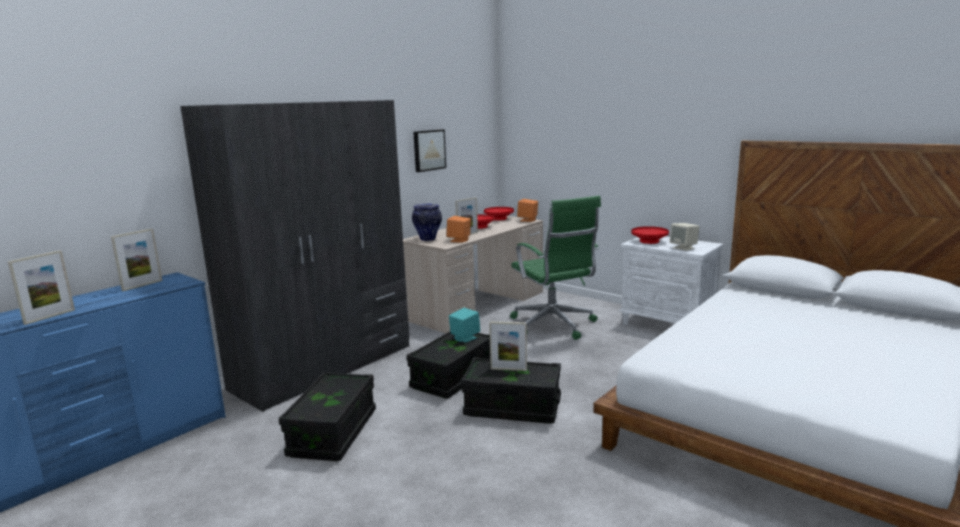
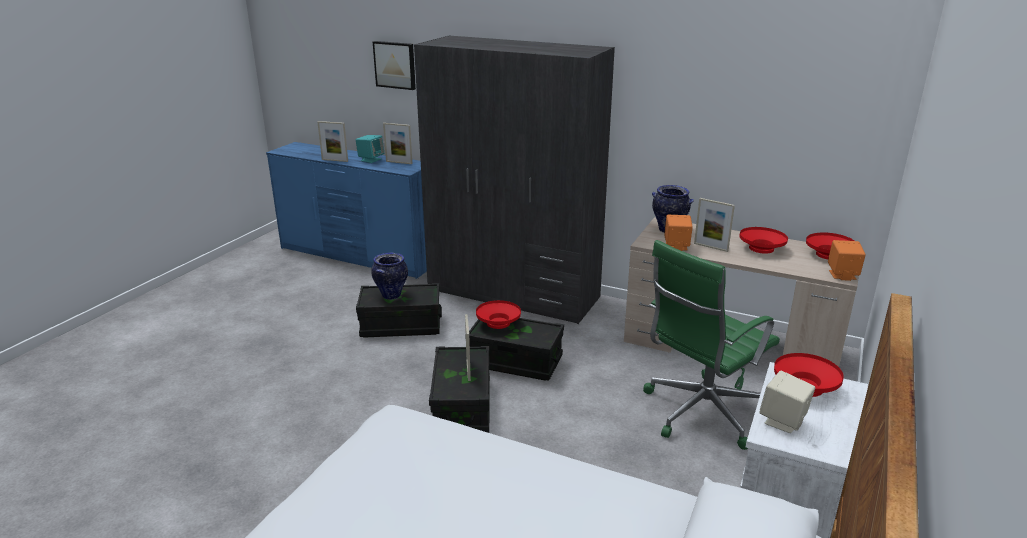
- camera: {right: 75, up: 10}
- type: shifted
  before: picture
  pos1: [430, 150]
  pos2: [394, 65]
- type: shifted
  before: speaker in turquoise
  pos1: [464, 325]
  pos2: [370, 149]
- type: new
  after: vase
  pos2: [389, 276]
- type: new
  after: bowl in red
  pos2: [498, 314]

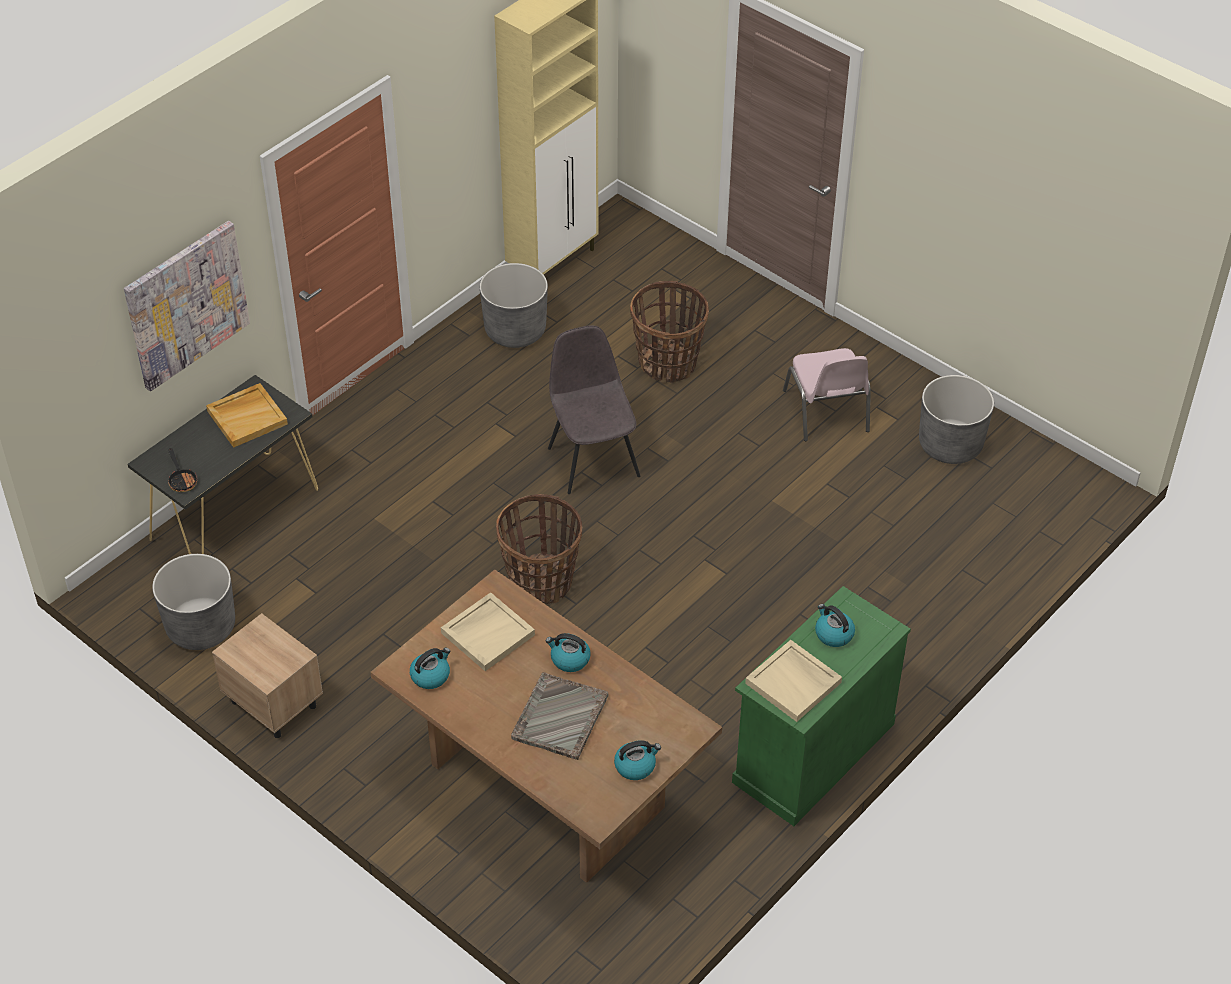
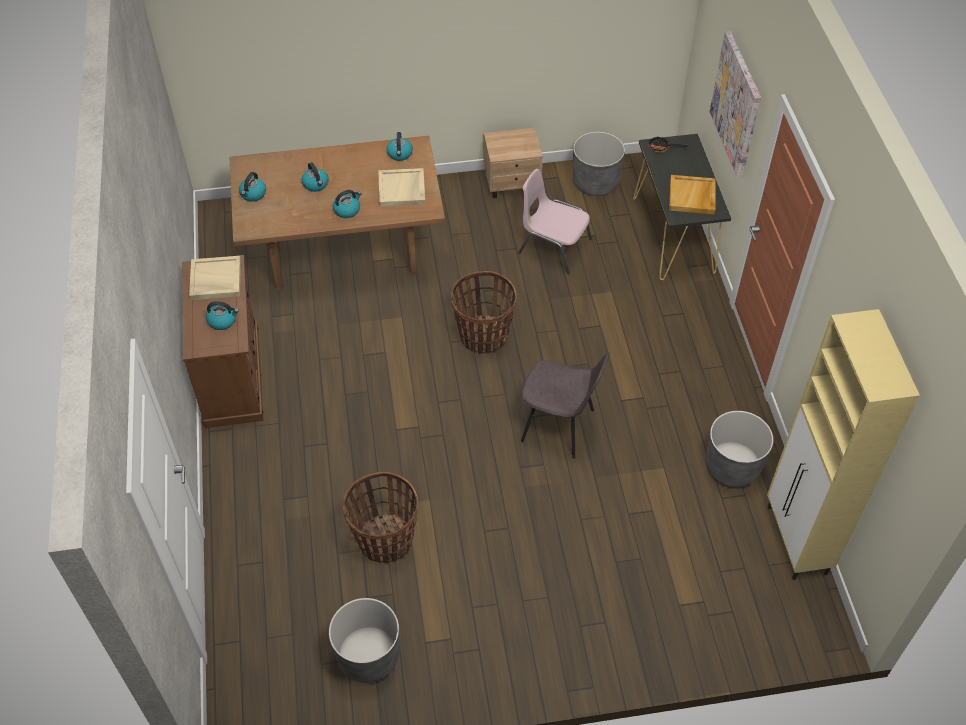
- camera: {right: 130, up: 5}
- type: swapped
  before: tray in grey
  after: kettle
  pos1: [559, 716]
  pos2: [315, 177]
- type: shifted
  before: basket
  pos1: [669, 332]
  pos2: [380, 517]
- type: repainted
  before: cabinet in green
  after: cabinet in brown
  pos1: [821, 706]
  pos2: [222, 341]
- type: shifted
  before: chair in pink
  pos1: [827, 394]
  pos2: [555, 221]

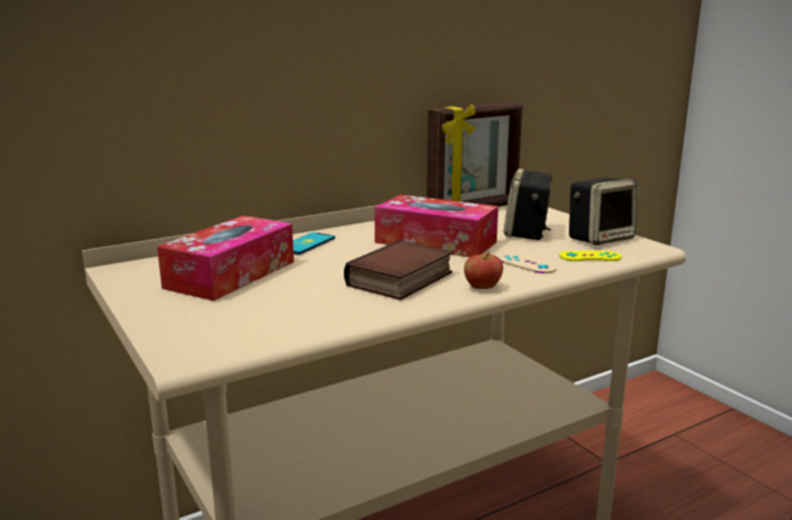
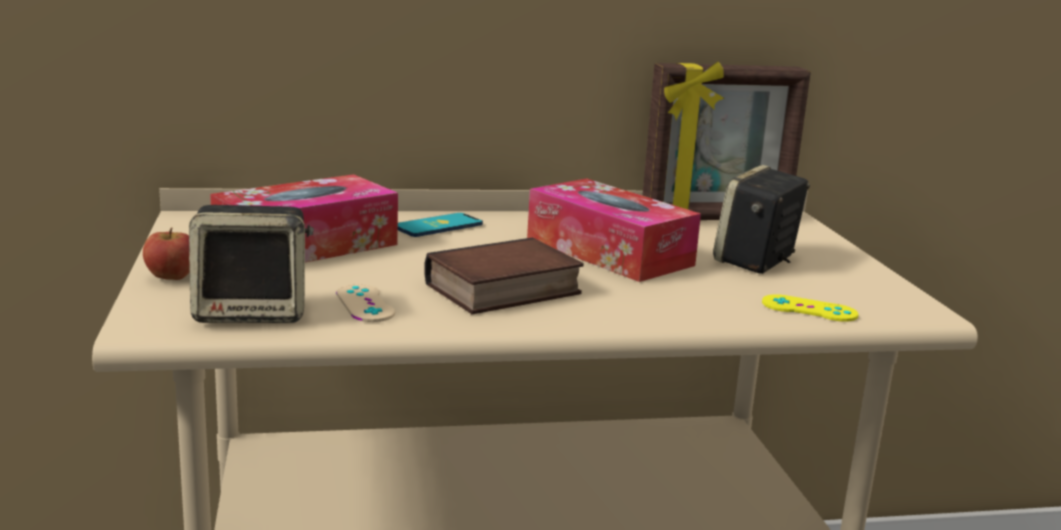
- camera: {right: 20, up: 0}
- type: shifted
  before: apple
  pos1: [483, 270]
  pos2: [166, 253]
- type: shifted
  before: game controller in beige
  pos1: [528, 264]
  pos2: [365, 303]
- type: shifted
  before: speaker
  pos1: [603, 211]
  pos2: [251, 264]

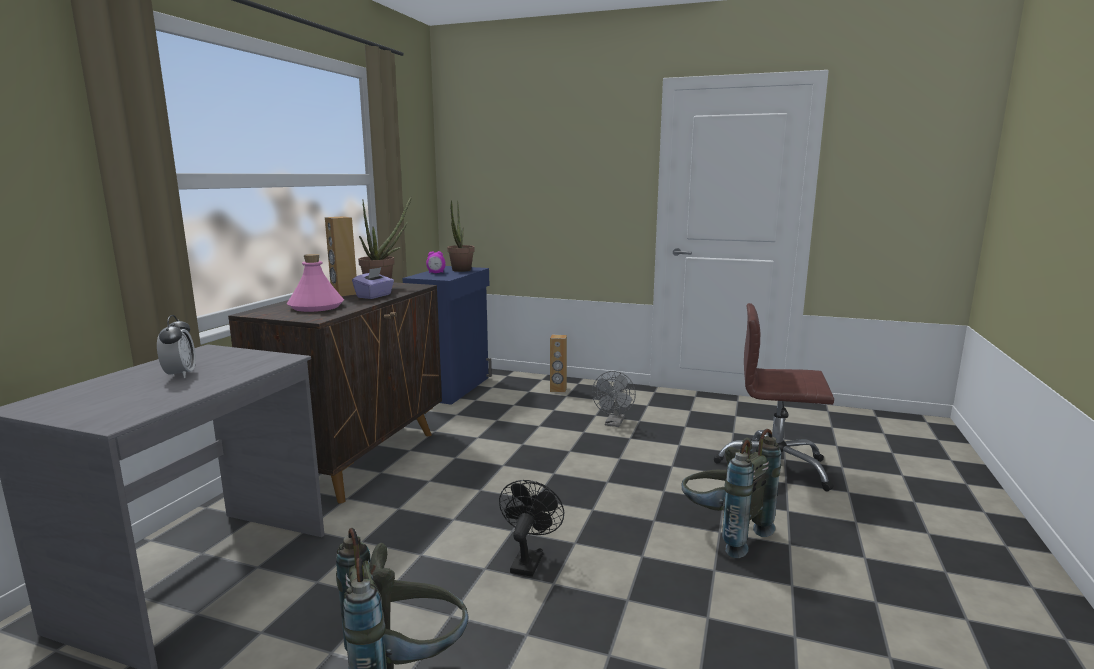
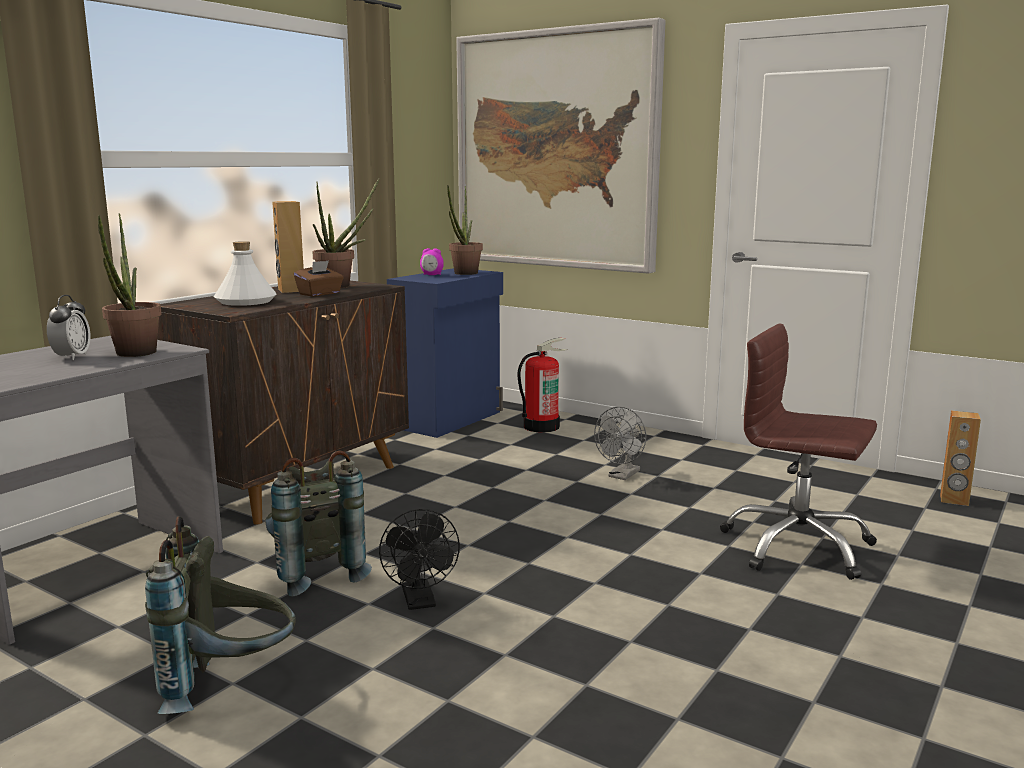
- camera: {right: 15, up: 0}
- type: repainted
  before: bottle in pink
  after: bottle in white
  pos1: [315, 283]
  pos2: [245, 273]
- type: repainted
  before: tissue box in purple
  after: tissue box in brown
  pos1: [373, 283]
  pos2: [319, 278]
- type: rotated
  before: fan in black
  pos1: [531, 528]
  pos2: [419, 559]
  turn: 135
- type: shifted
  before: speaker in brown
  pos1: [558, 364]
  pos2: [960, 458]
- type: shifted
  before: backpack in grey
  pos1: [731, 493]
  pos2: [318, 524]
- type: new
  after: potted plant
  pos2: [130, 285]
- type: new
  after: picture
  pos2: [561, 146]
- type: new
  after: fire extinguisher
  pos2: [542, 385]

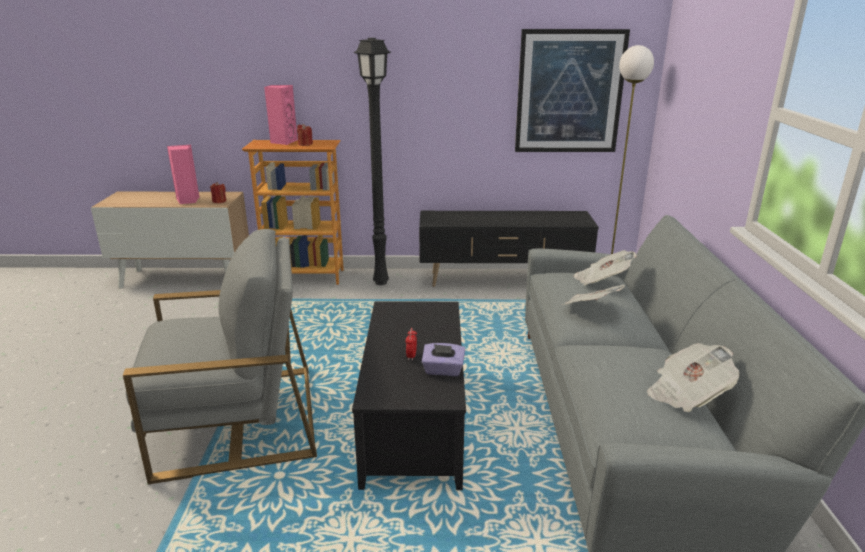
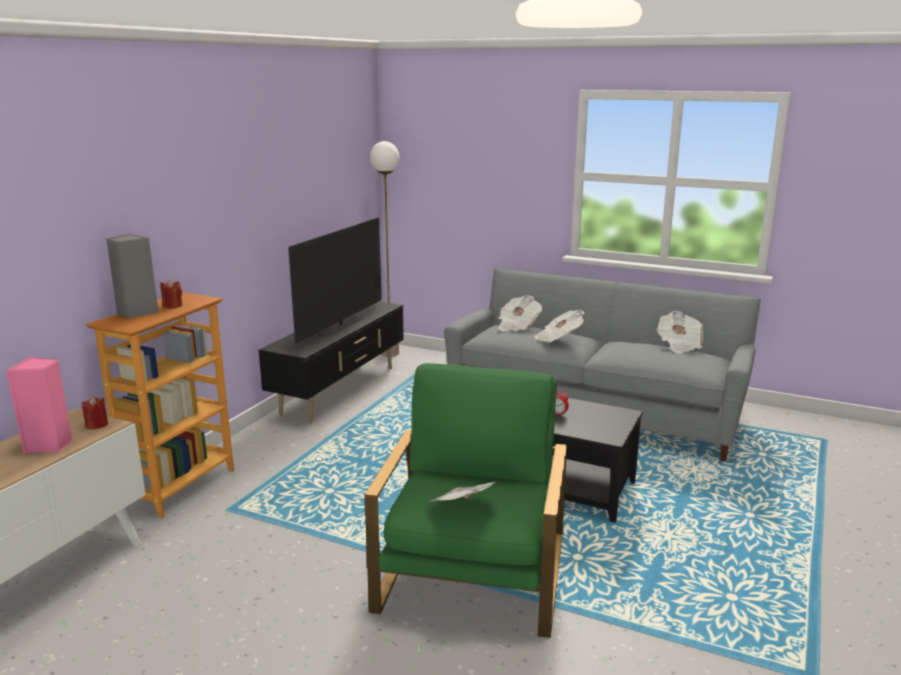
- camera: {right: -65, up: -5}
- type: repainted
  before: armchair in grey
  after: armchair in green
  pos1: [220, 356]
  pos2: [466, 500]
- type: repainted
  before: speaker in pink
  after: speaker in grey
  pos1: [281, 115]
  pos2: [132, 275]
- type: gone
  before: floor lamp in black
  pos1: [372, 161]
- type: gone
  before: tissue box in purple
  pos1: [443, 359]
- type: gone
  before: picture
  pos1: [572, 90]
- type: new
  after: television
  pos2: [335, 280]
- type: new
  after: newspaper
  pos2: [464, 491]

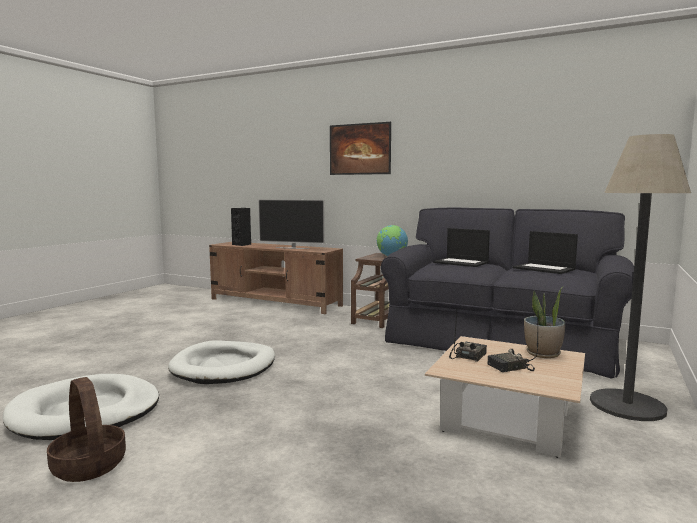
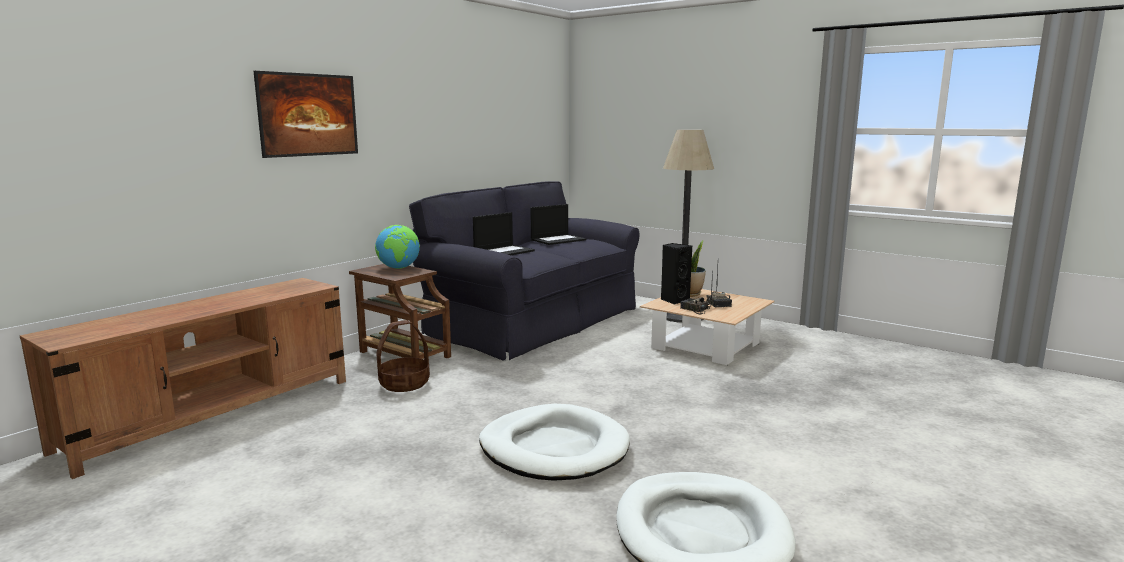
- camera: {right: -80, up: 5}
- type: shifted
  before: basket
  pos1: [86, 429]
  pos2: [403, 356]
- type: shifted
  before: speaker in black
  pos1: [241, 227]
  pos2: [676, 274]
- type: gone
  before: television
  pos1: [291, 224]

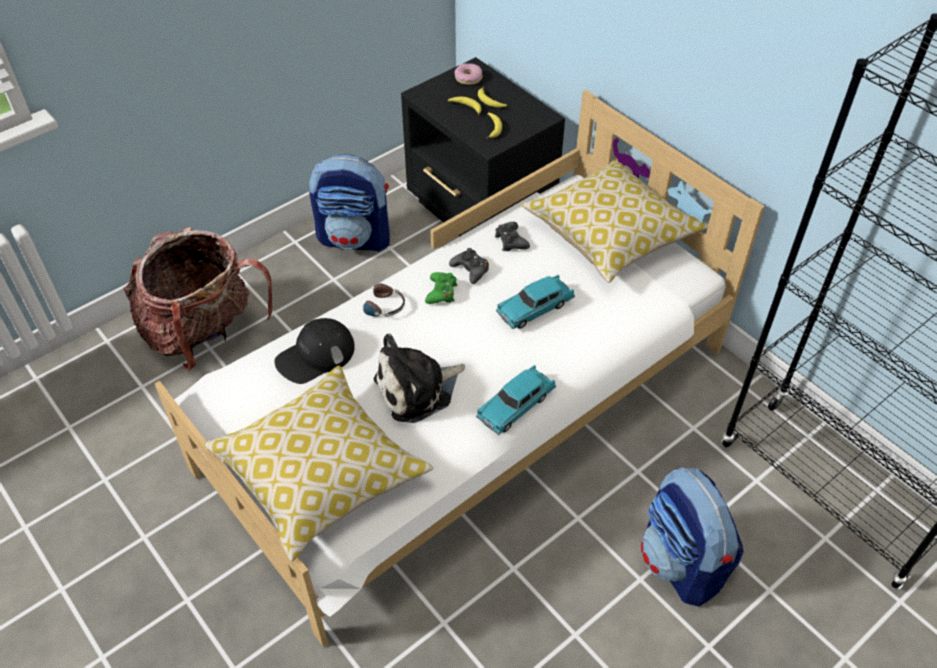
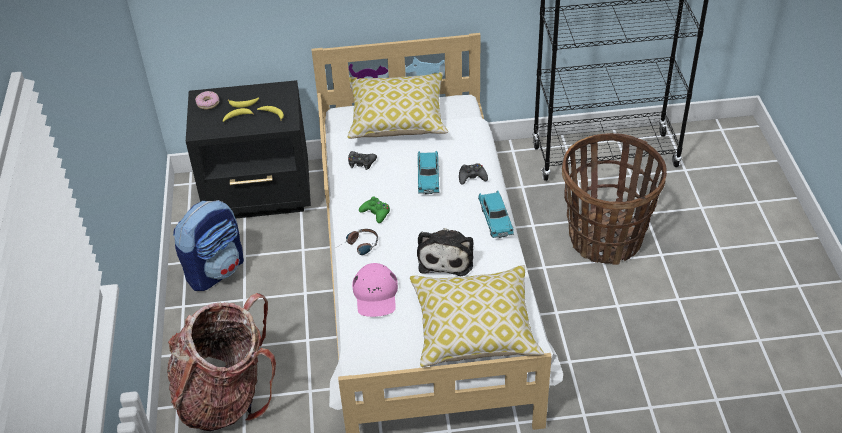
- camera: {right: -55, up: -5}
- type: repainted
  before: cap in black
  after: cap in pink
  pos1: [315, 351]
  pos2: [375, 290]
- type: shifted
  before: game controller in black
  pos1: [469, 266]
  pos2: [473, 174]
- type: swapped
  before: backpack
  after: basket
  pos1: [692, 537]
  pos2: [614, 199]

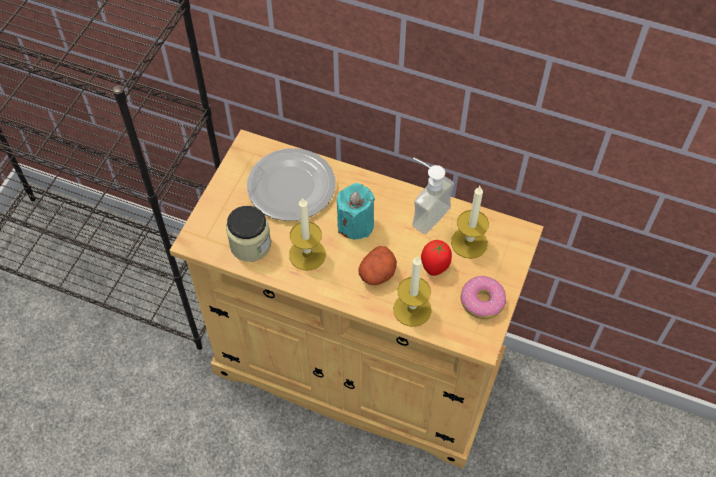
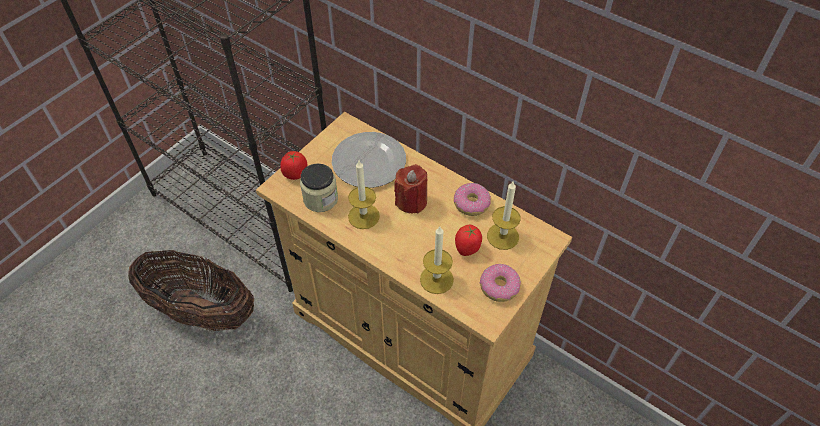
- camera: {right: 15, up: -5}
- type: repainted
  before: candle in turquoise
  after: candle in red
  pos1: [356, 211]
  pos2: [411, 189]
- type: gone
  before: potato
  pos1: [377, 265]
- type: swapped
  before: soap dispenser
  after: donut
  pos1: [433, 195]
  pos2: [472, 199]
- type: new
  after: basket
  pos2: [191, 290]
- type: new
  after: tomato
  pos2: [293, 165]

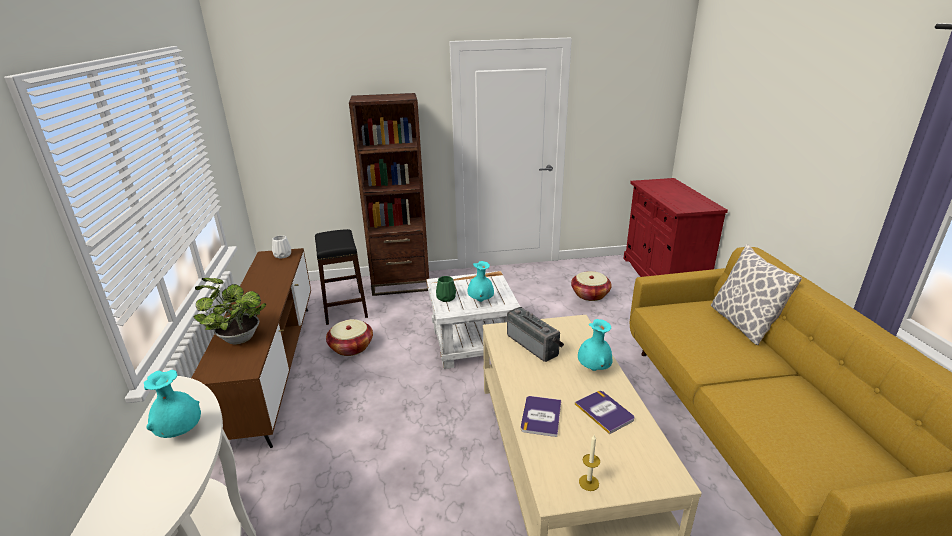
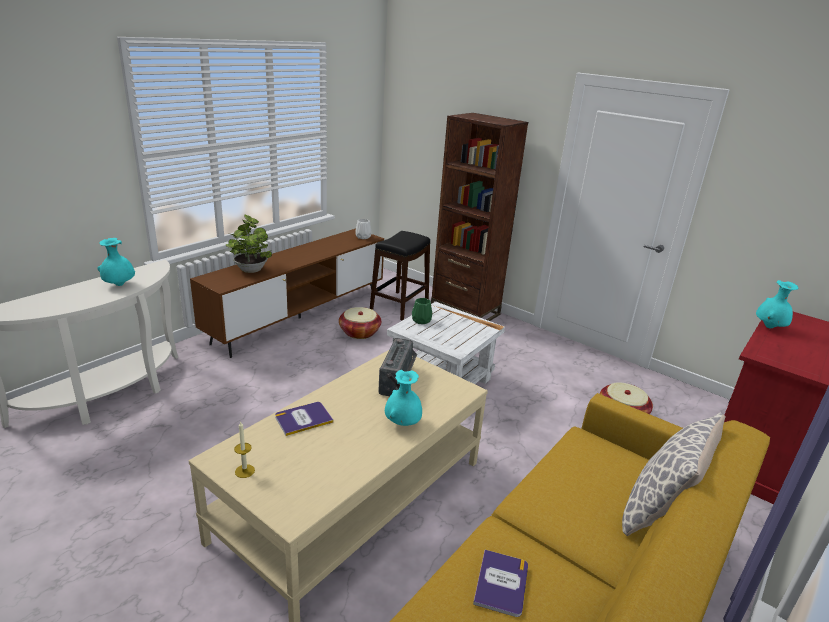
- camera: {right: 45, up: 0}
- type: shifted
  before: vase in turquoise
  pos1: [481, 281]
  pos2: [777, 304]
- type: shifted
  before: book
  pos1: [604, 412]
  pos2: [500, 583]

